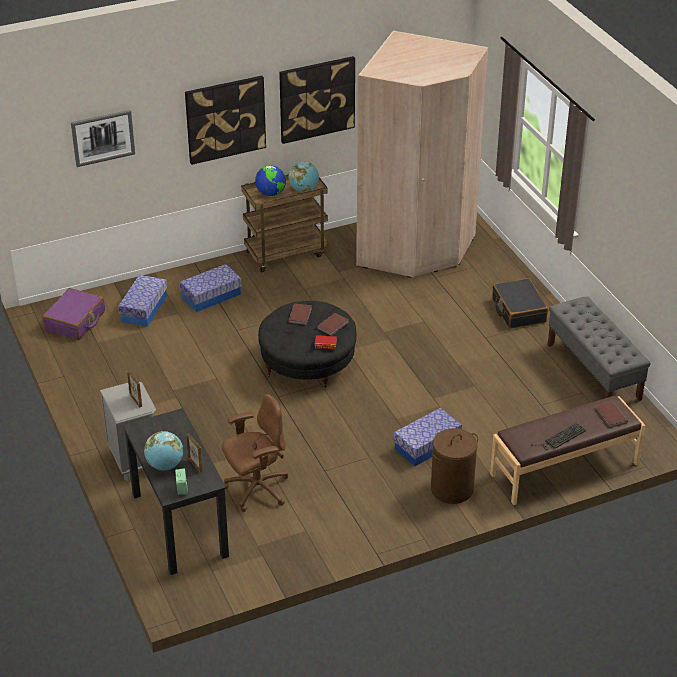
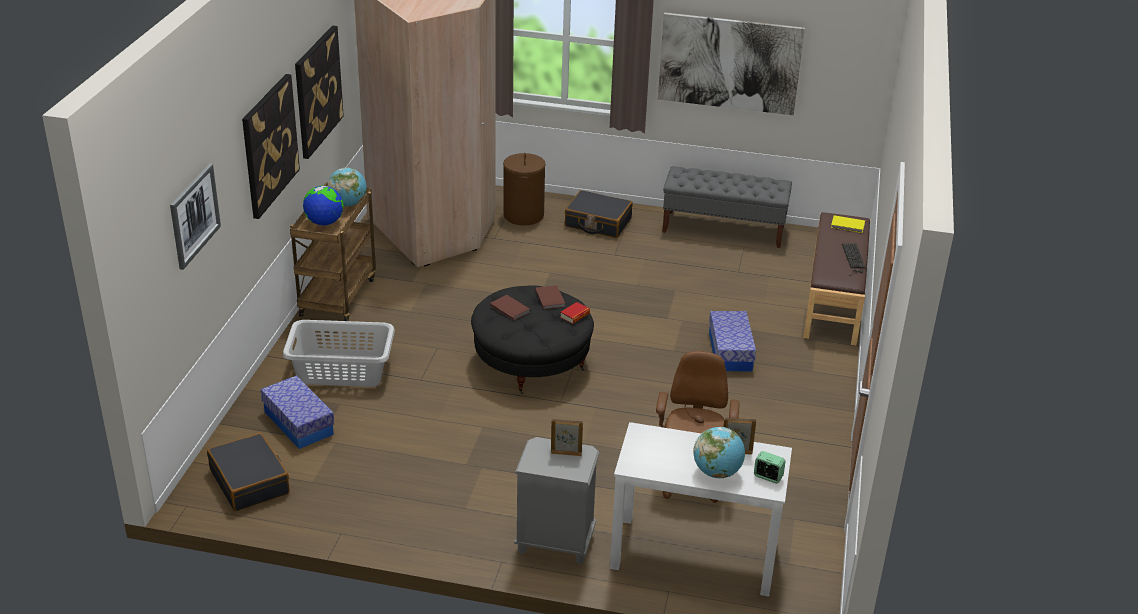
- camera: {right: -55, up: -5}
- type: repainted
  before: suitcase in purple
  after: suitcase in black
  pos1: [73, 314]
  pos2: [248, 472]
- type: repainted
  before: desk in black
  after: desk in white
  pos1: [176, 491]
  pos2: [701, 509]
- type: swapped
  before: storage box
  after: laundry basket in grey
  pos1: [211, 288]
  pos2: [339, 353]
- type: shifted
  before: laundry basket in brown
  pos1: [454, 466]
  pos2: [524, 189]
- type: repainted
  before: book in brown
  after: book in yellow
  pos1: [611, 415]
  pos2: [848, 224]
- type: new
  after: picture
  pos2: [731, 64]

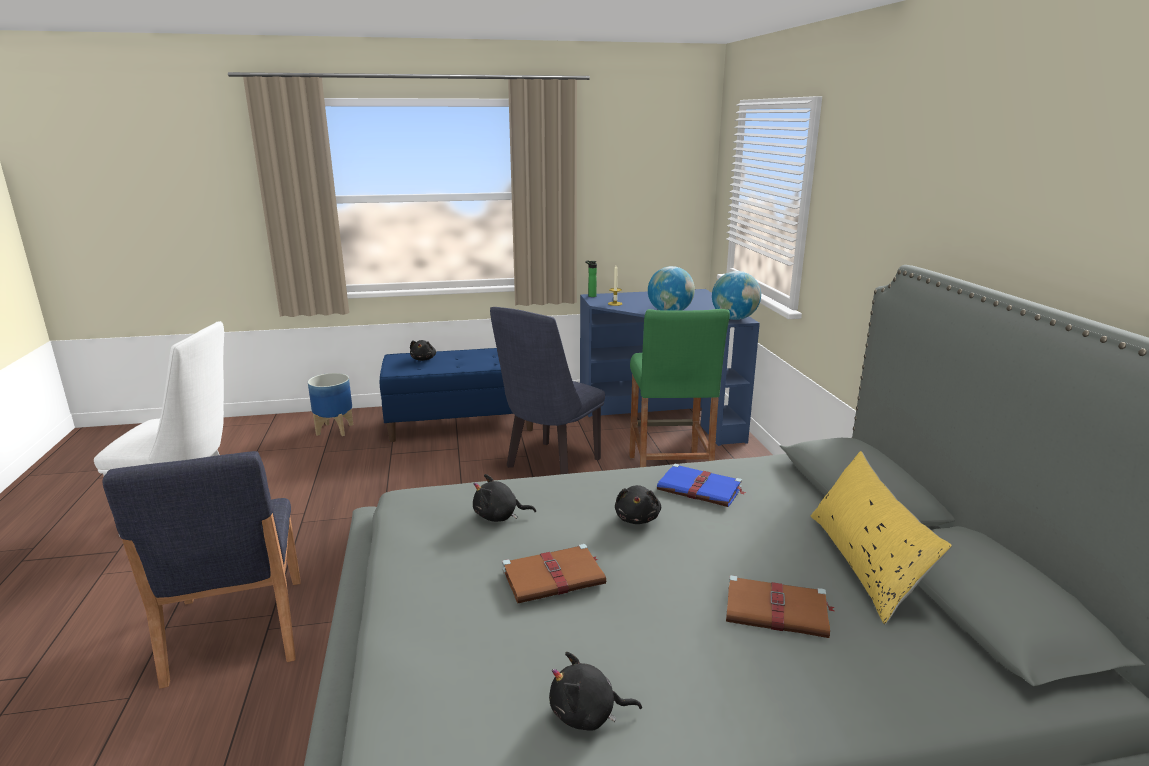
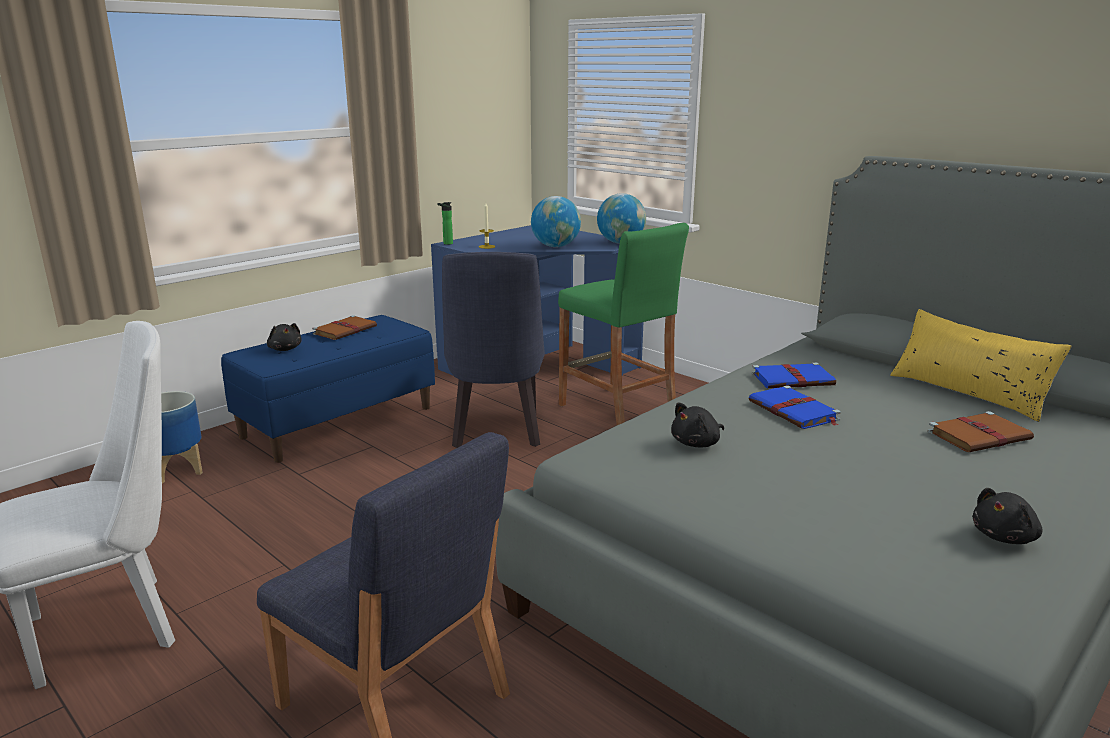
- camera: {right: -35, up: 0}
- type: shifted
  before: book in brown
  pos1: [554, 573]
  pos2: [344, 327]
- type: swapped
  before: plush toy in black
  after: book in blue
  pos1: [638, 504]
  pos2: [795, 407]

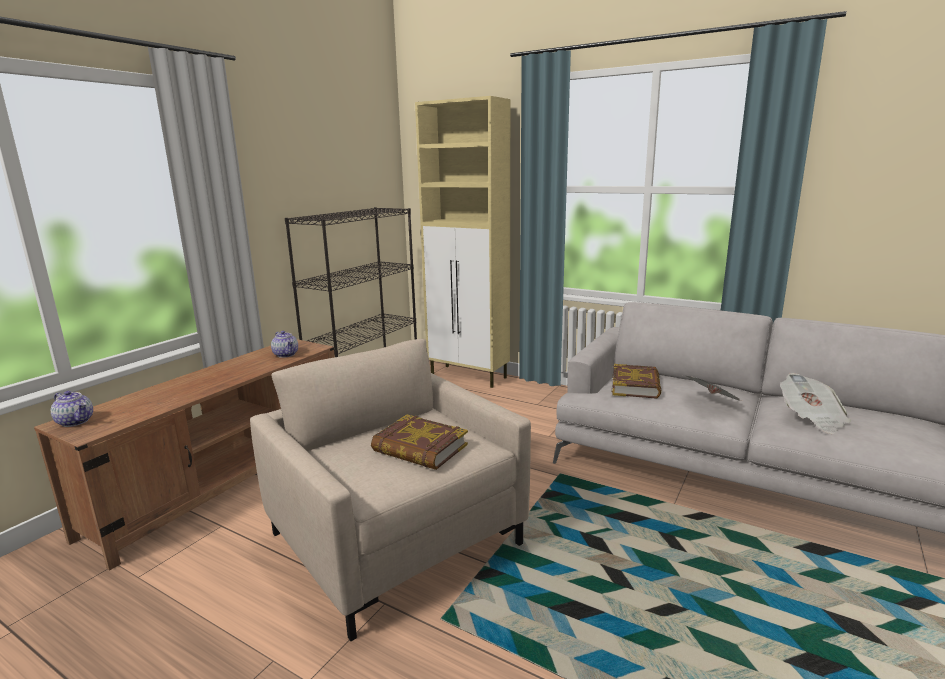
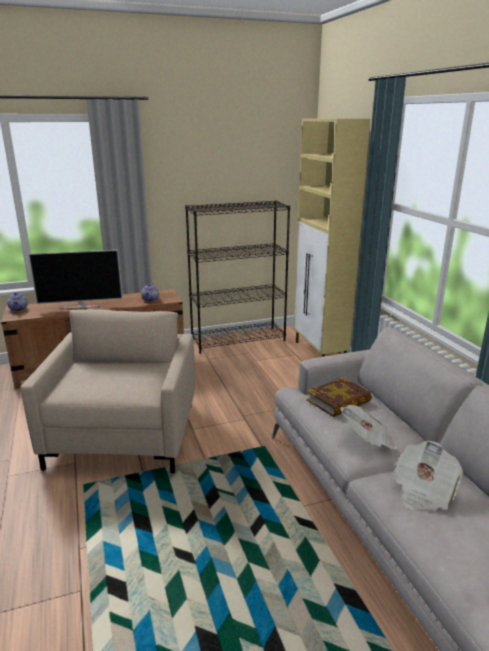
- camera: {right: 40, up: 5}
- type: gone
  before: book
  pos1: [419, 442]
- type: new
  after: television
  pos2: [75, 279]

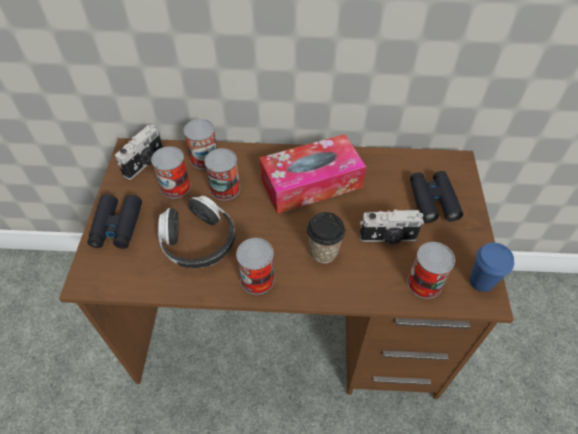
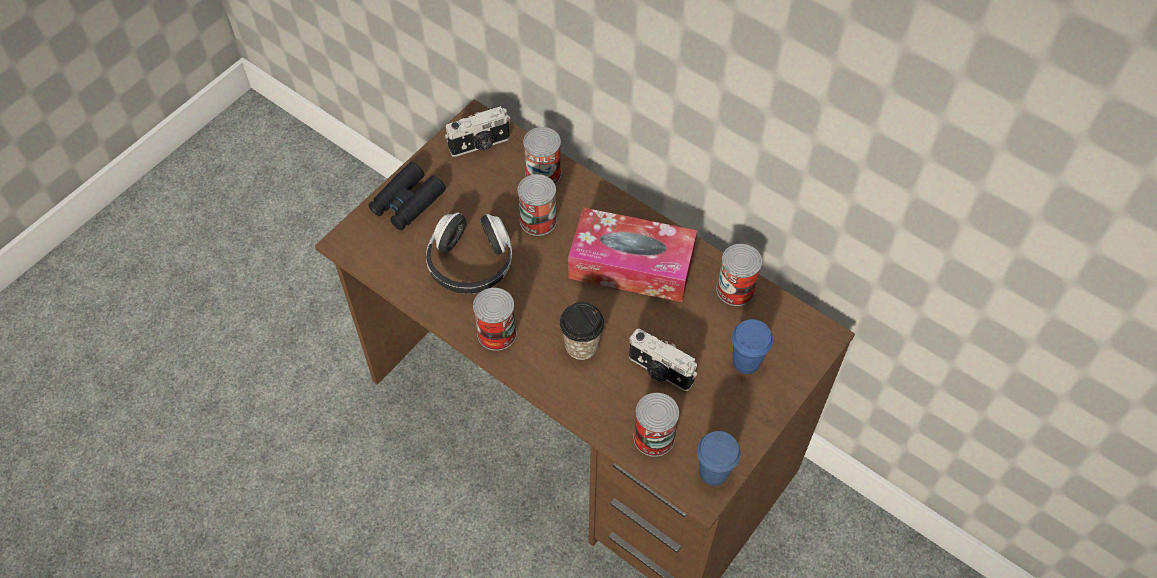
- camera: {right: 35, up: 5}
- type: shifted
  before: can
  pos1: [171, 172]
  pos2: [739, 275]
- type: swapped
  before: binoculars in black
  after: cup in blue
  pos1: [436, 197]
  pos2: [752, 346]

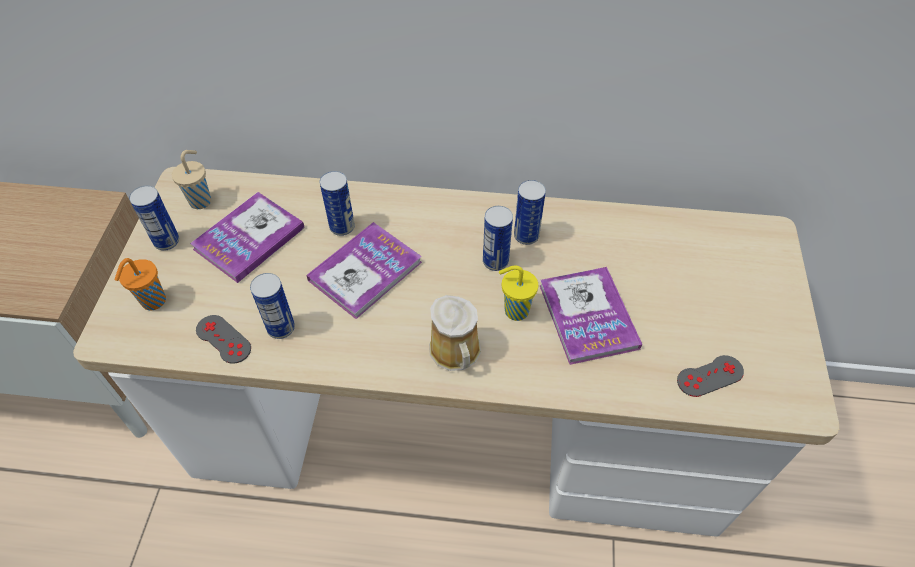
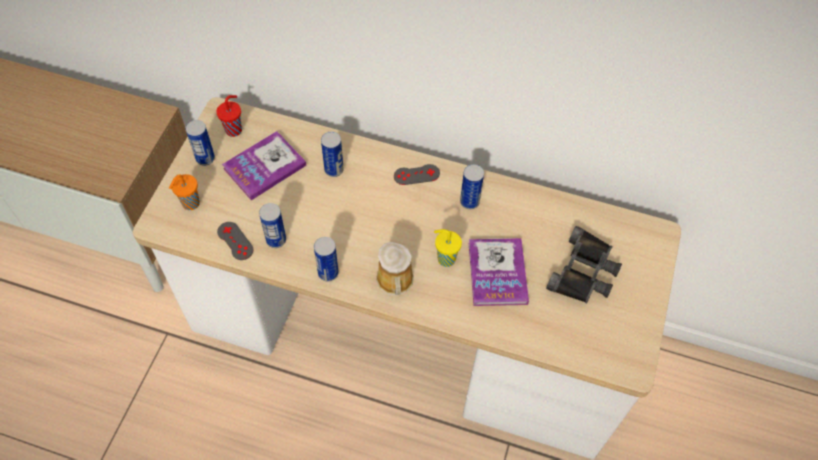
- camera: {right: 10, up: 5}
- type: repainted
  before: cup in beige
  after: cup in red
  pos1: [191, 179]
  pos2: [229, 116]
- type: gone
  before: book
  pos1: [364, 270]
- type: shifted
  before: can
  pos1: [498, 238]
  pos2: [326, 259]
- type: shifted
  before: game controller in grey
  pos1: [710, 376]
  pos2: [417, 174]
- type: new
  after: binoculars in black
  pos2: [584, 264]

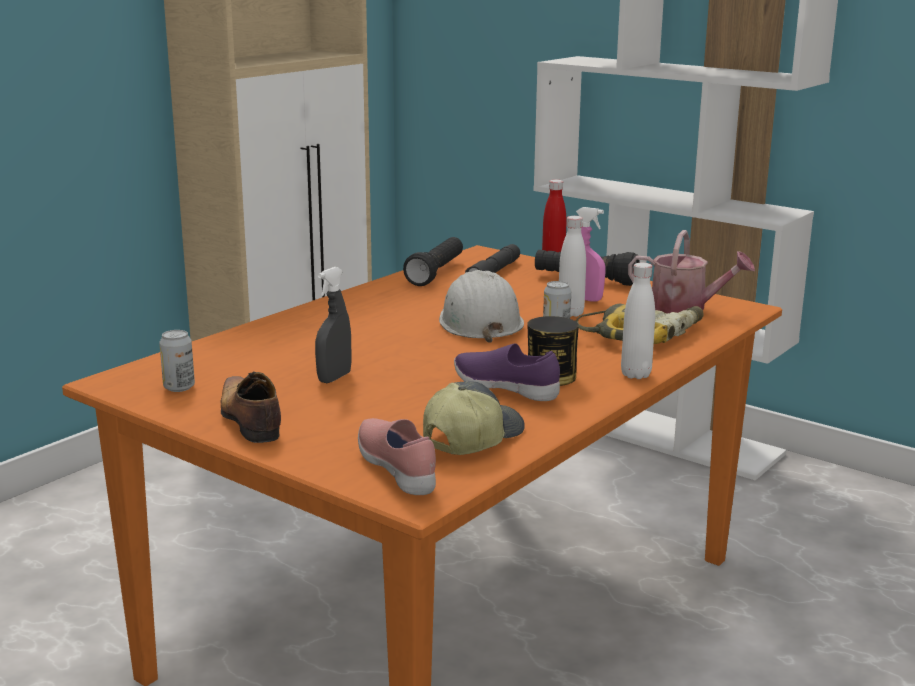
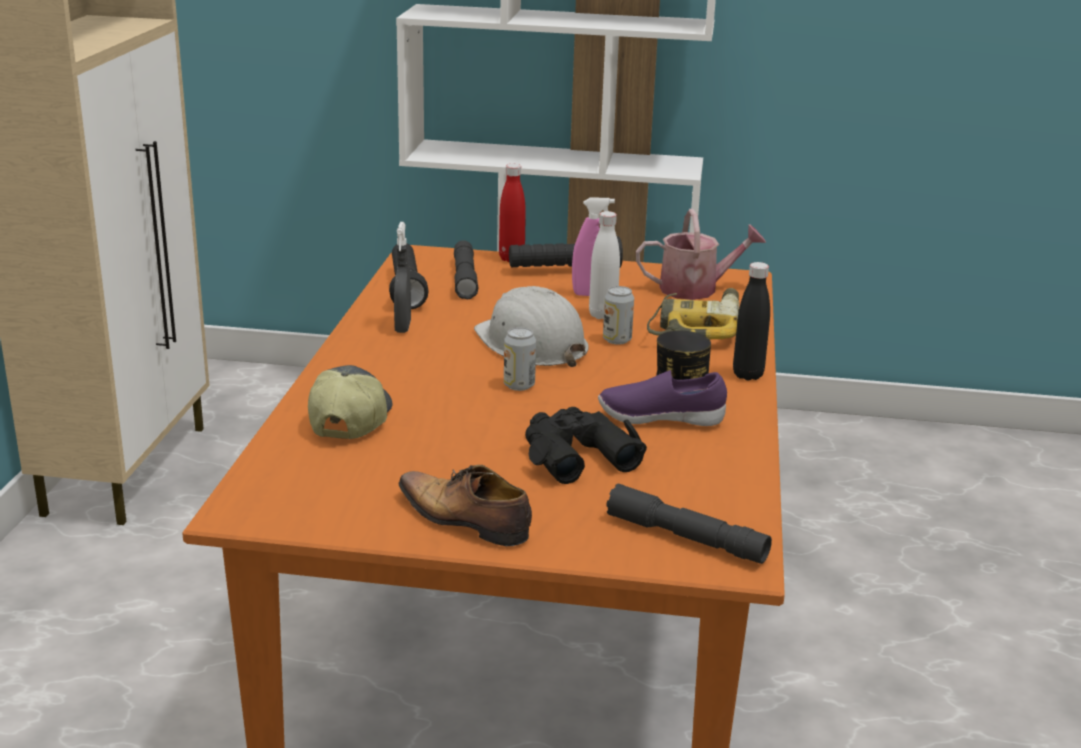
- camera: {right: -30, up: 5}
- type: shifted
  before: can
  pos1: [177, 361]
  pos2: [520, 359]
- type: shifted
  before: spray bottle in grey
  pos1: [333, 325]
  pos2: [402, 277]
- type: swapped
  before: shoe in pink
  after: flashlight in grey
  pos1: [397, 456]
  pos2: [689, 524]
- type: shifted
  before: cap
  pos1: [474, 418]
  pos2: [350, 402]
- type: repainted
  before: bottle in white
  after: bottle in black
  pos1: [638, 321]
  pos2: [751, 321]
- type: new
  after: binoculars in black
  pos2: [586, 445]

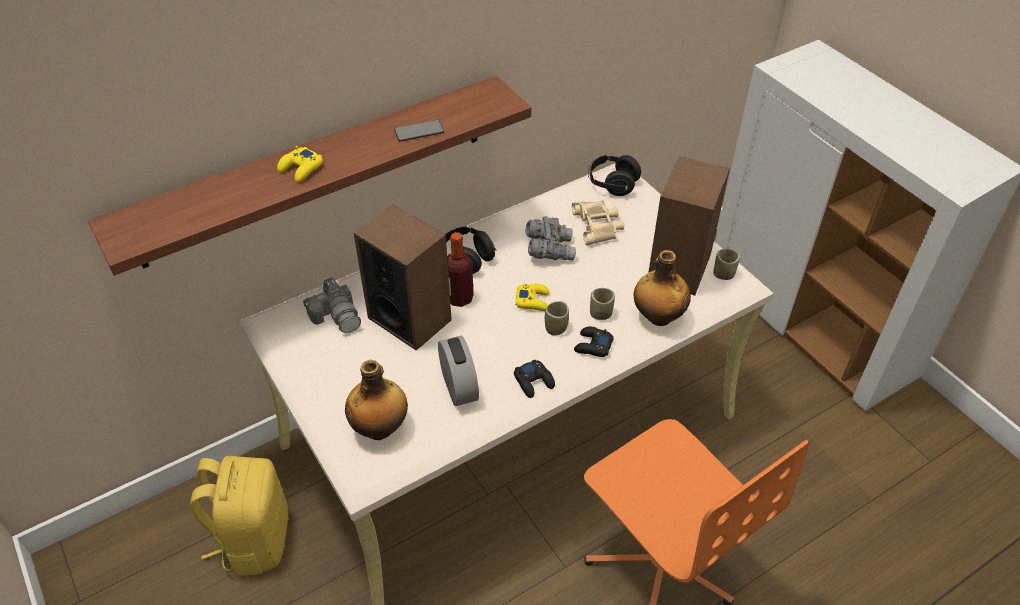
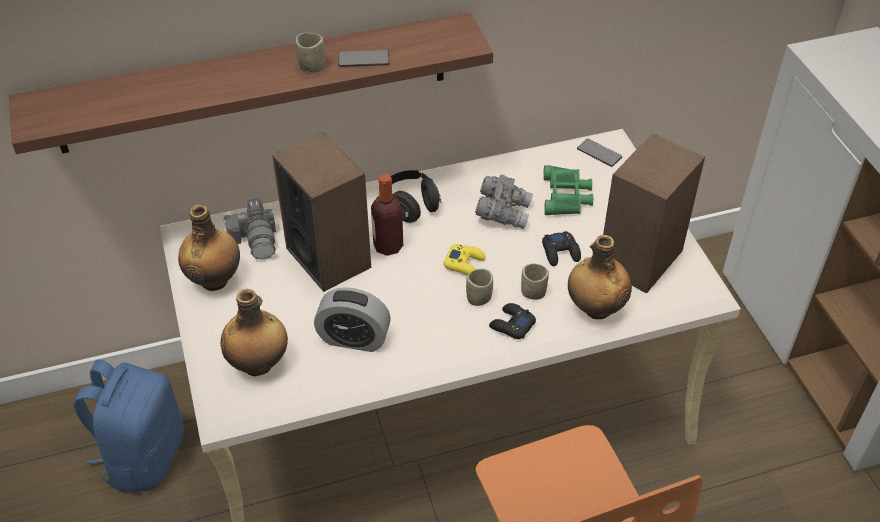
- camera: {right: 15, up: 0}
- type: repainted
  before: backpack in yellow
  after: backpack in blue
  pos1: [239, 516]
  pos2: [129, 426]
- type: gone
  before: game controller in yellow
  pos1: [300, 164]
- type: rotated
  before: alarm clock
  pos1: [458, 371]
  pos2: [352, 319]
  turn: 105
- type: shifted
  before: game controller in black
  pos1: [534, 379]
  pos2: [561, 248]
- type: repainted
  before: binoculars in beige
  after: binoculars in green
  pos1: [598, 223]
  pos2: [568, 190]
- type: swapped
  before: headphones in black
  after: phone
  pos1: [614, 175]
  pos2: [599, 153]
- type: shifted
  before: cup
  pos1: [727, 264]
  pos2: [310, 52]
- type: new
  after: bottle
  pos2: [209, 248]

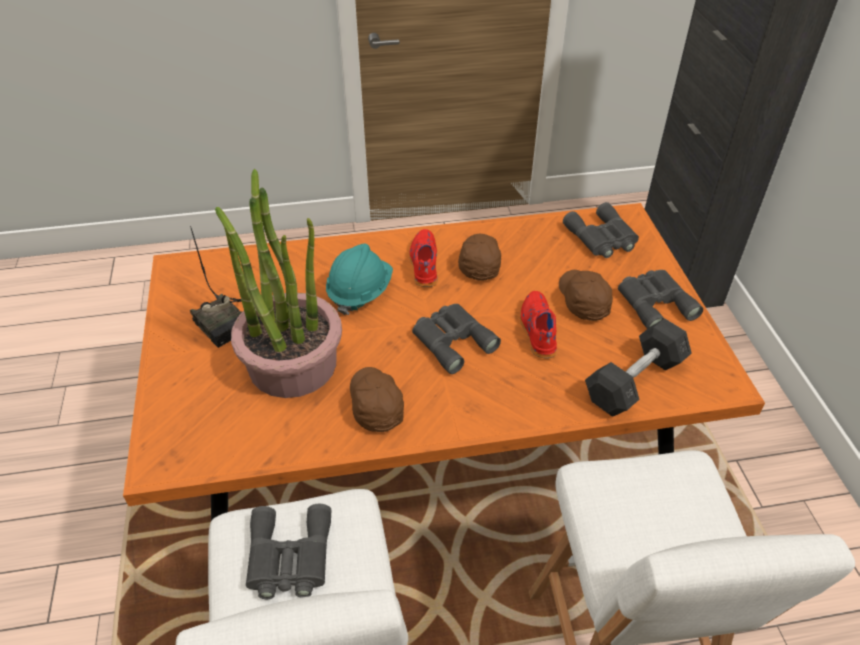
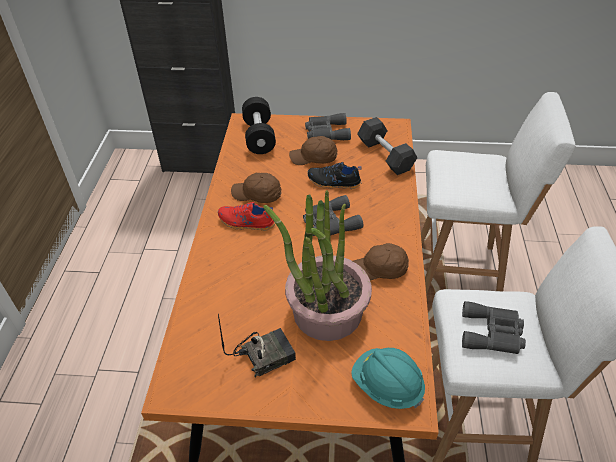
- camera: {right: -75, up: 0}
- type: shifted
  before: hard hat in turquoise
  pos1: [359, 279]
  pos2: [388, 378]
- type: repainted
  before: shoe in red
  after: shoe in black
  pos1: [538, 324]
  pos2: [334, 175]
- type: swapped
  before: binoculars in grey
  after: dumbbell in black
  pos1: [601, 230]
  pos2: [259, 125]

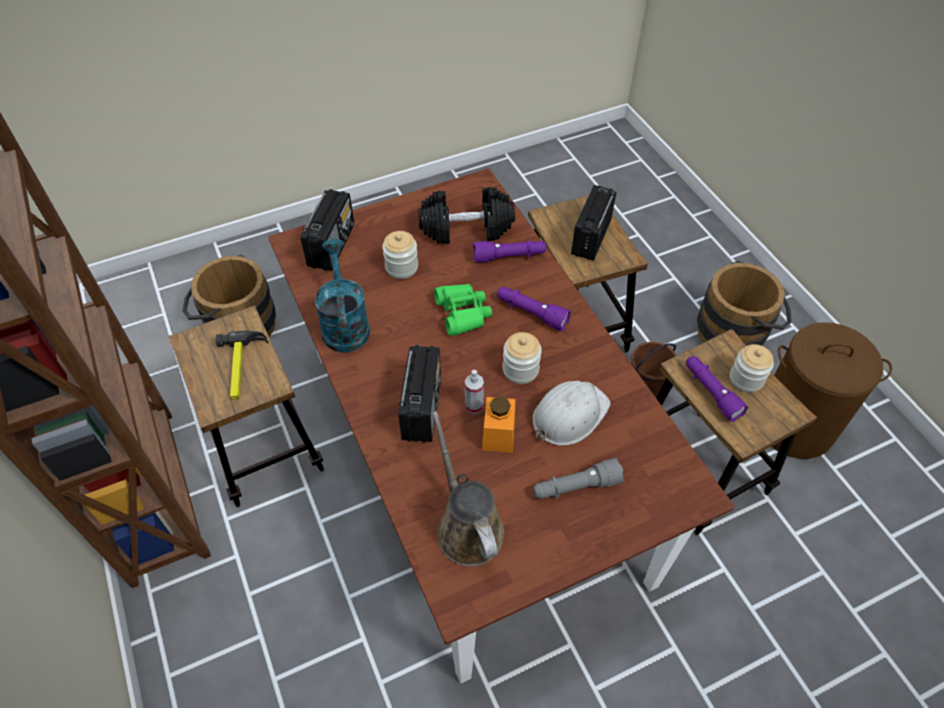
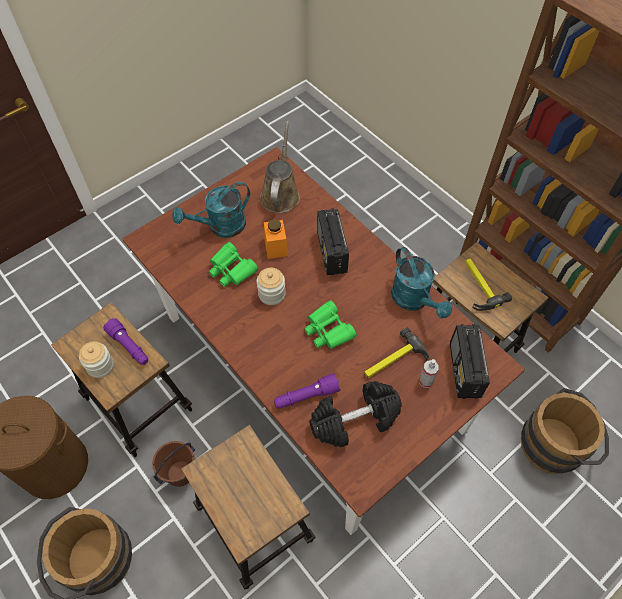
- camera: {right: 165, up: 5}
- type: swapped
  before: jar
  after: hammer
  pos1: [400, 255]
  pos2: [397, 352]
- type: rotated
  before: watering can in brown
  pos1: [468, 488]
  pos2: [280, 167]
  turn: -135
- type: shifted
  before: spray bottle
  pos1: [474, 392]
  pos2: [429, 373]
- type: gone
  before: flashlight in purple
  pos1: [534, 309]
- type: swapped
  before: hard hat in white
  after: binoculars in green
  pos1: [572, 413]
  pos2: [233, 264]
- type: swapped
  before: flashlight in grey
  after: watering can in turquoise
  pos1: [578, 478]
  pos2: [211, 210]
- type: gone
  before: radio
  pos1: [594, 223]

